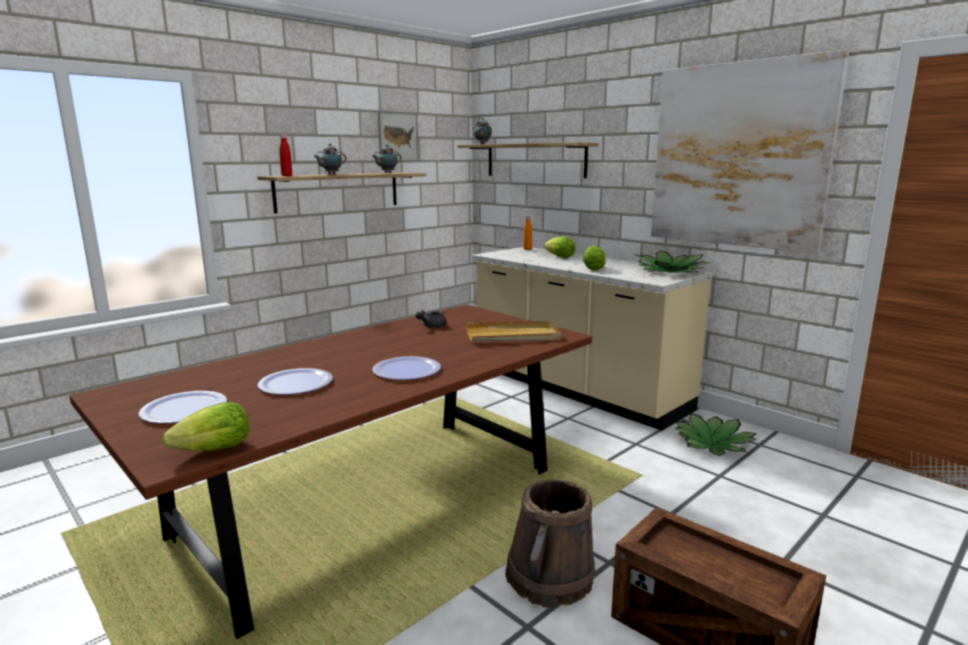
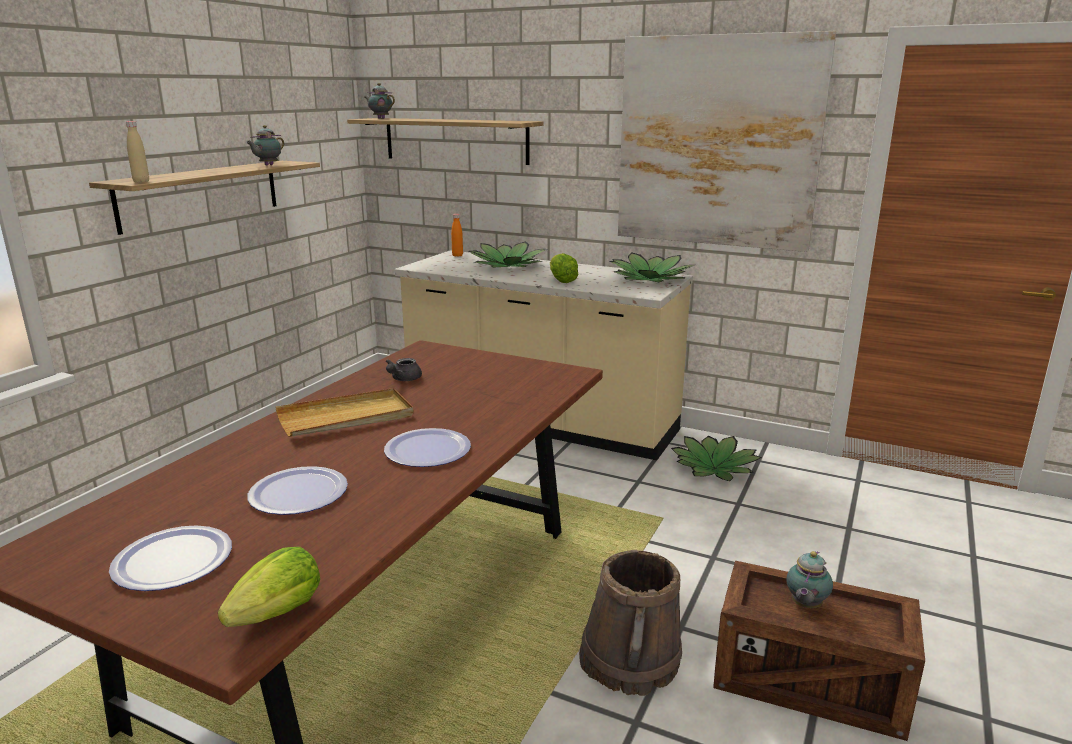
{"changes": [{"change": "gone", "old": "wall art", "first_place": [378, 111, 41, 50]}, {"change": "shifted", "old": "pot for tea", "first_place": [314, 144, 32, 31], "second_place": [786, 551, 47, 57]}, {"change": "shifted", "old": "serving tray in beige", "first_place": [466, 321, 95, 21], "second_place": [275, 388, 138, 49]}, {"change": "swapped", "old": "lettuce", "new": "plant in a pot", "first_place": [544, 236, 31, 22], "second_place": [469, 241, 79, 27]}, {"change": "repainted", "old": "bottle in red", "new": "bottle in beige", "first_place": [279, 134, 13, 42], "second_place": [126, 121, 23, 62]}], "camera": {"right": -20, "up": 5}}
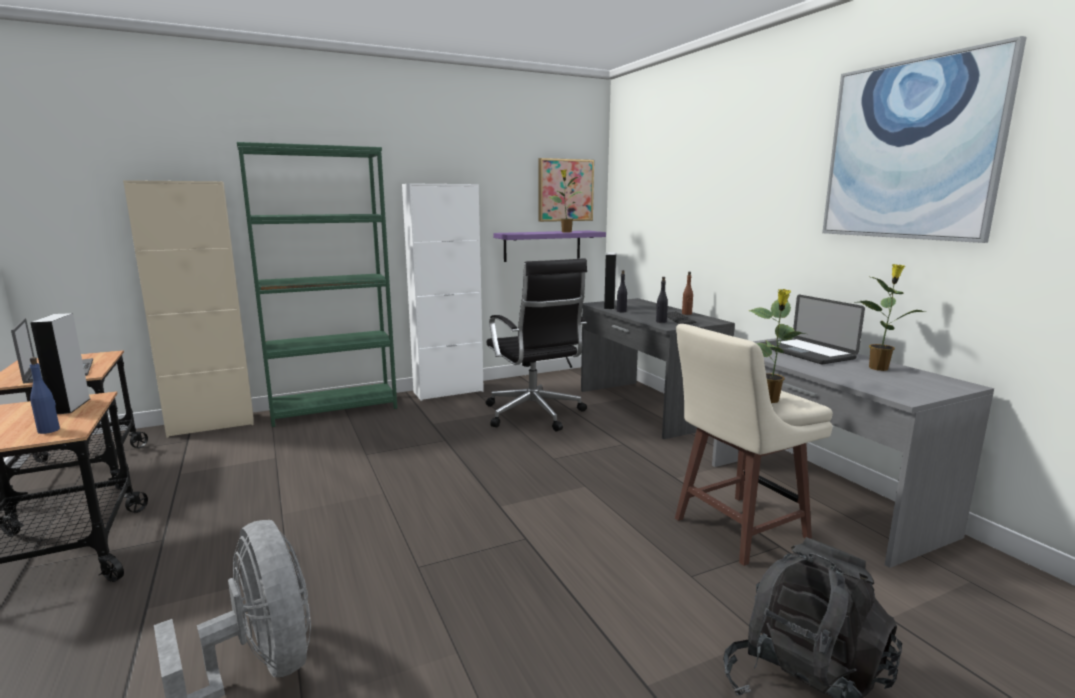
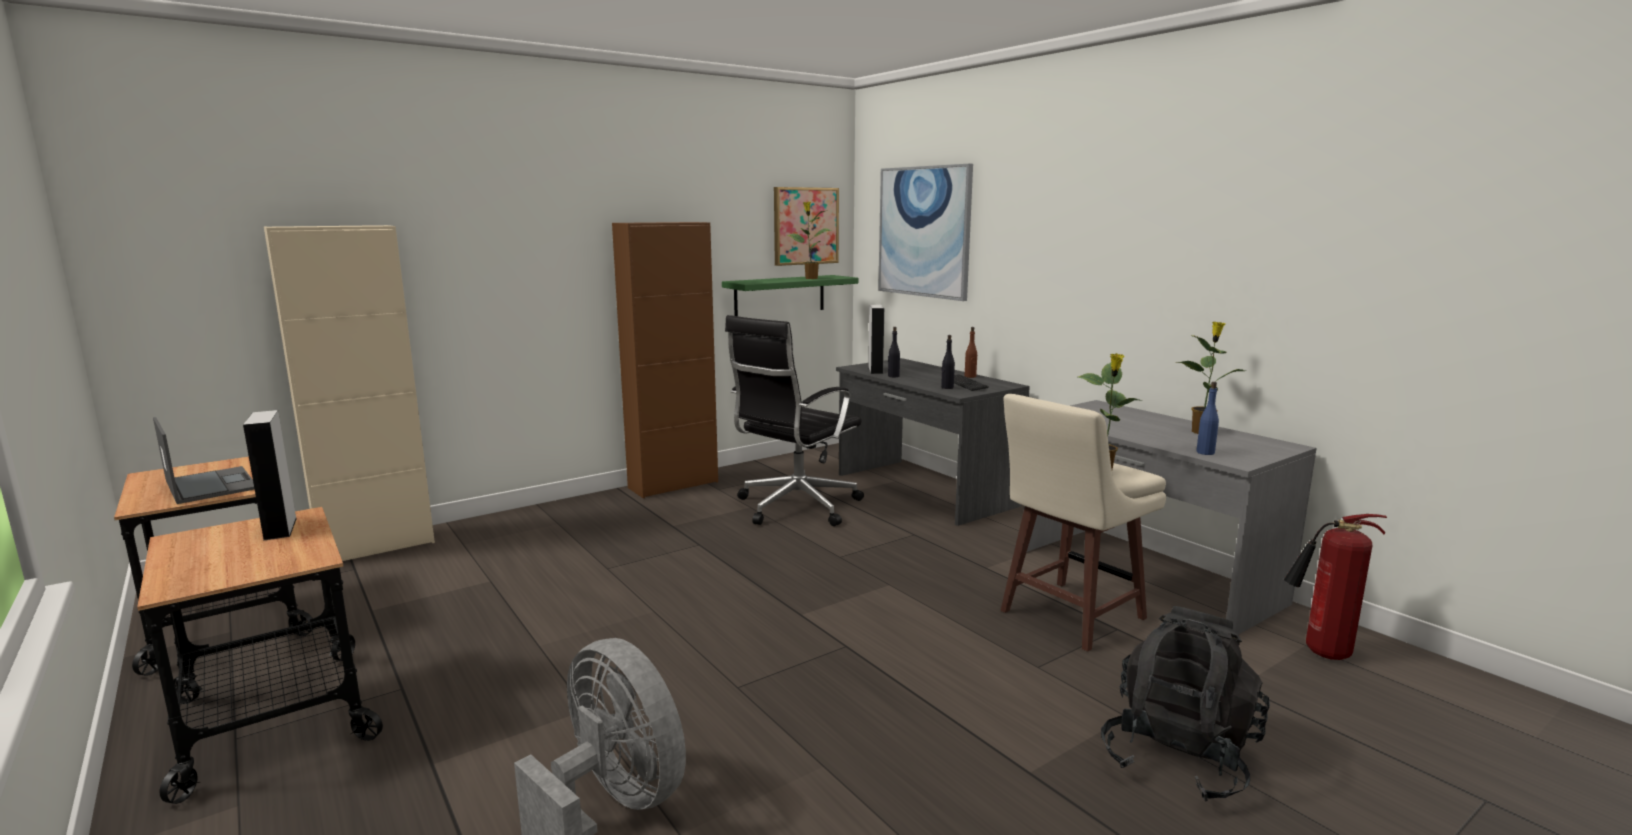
{"changes": [{"change": "gone", "old": "bookshelf in green-coloured", "first_place": [237, 142, 160, 285]}, {"change": "gone", "old": "laptop", "first_place": [760, 295, 105, 69]}, {"change": "new", "new": "fire-fighting cylinder", "second_place": [1284, 514, 103, 146]}, {"change": "shifted", "old": "bottle in blue", "first_place": [30, 357, 30, 77], "second_place": [1196, 382, 23, 73]}, {"change": "shifted", "old": "wall art", "first_place": [822, 36, 205, 207], "second_place": [878, 164, 95, 137]}, {"change": "repainted", "old": "cupboard in whitish", "new": "cupboard in brown-coloured", "first_place": [402, 183, 82, 218], "second_place": [612, 222, 106, 276]}, {"change": "repainted", "old": "bracket shelf in purple-coloured", "new": "bracket shelf in green-coloured", "first_place": [493, 231, 113, 31], "second_place": [722, 275, 136, 41]}, {"change": "rotated", "old": "computer chair in blackish", "first_place": [486, 258, 101, 174], "second_place": [725, 315, 139, 211], "degrees": 75}], "camera": {"right": -10, "up": 0}}
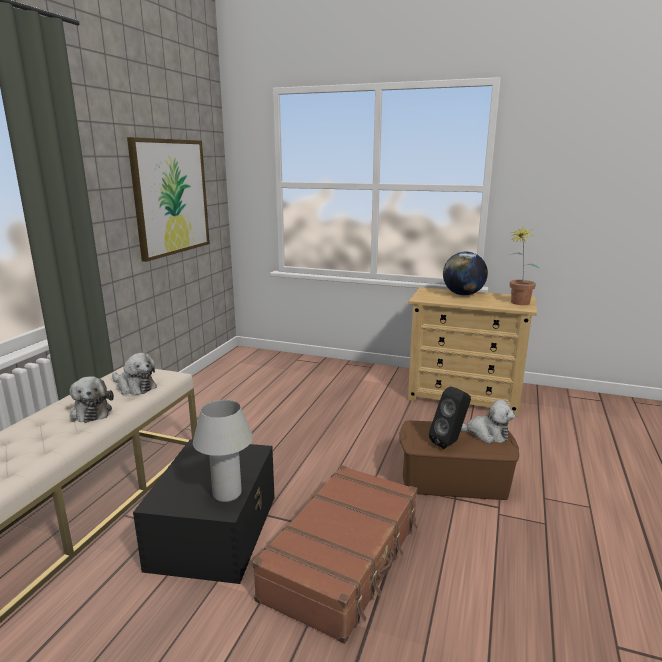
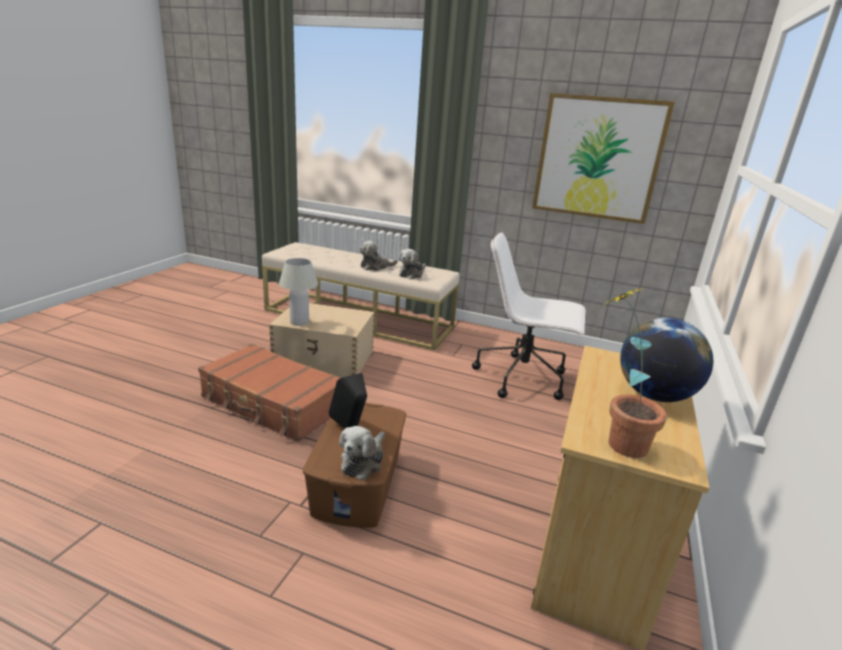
{"changes": [{"change": "new", "new": "computer chair in whitish", "second_place": [472, 232, 114, 168]}, {"change": "repainted", "old": "storage container in blackish", "new": "storage container in beige", "first_place": [133, 439, 142, 145], "second_place": [269, 303, 105, 75]}], "camera": {"right": 90, "up": 5}}
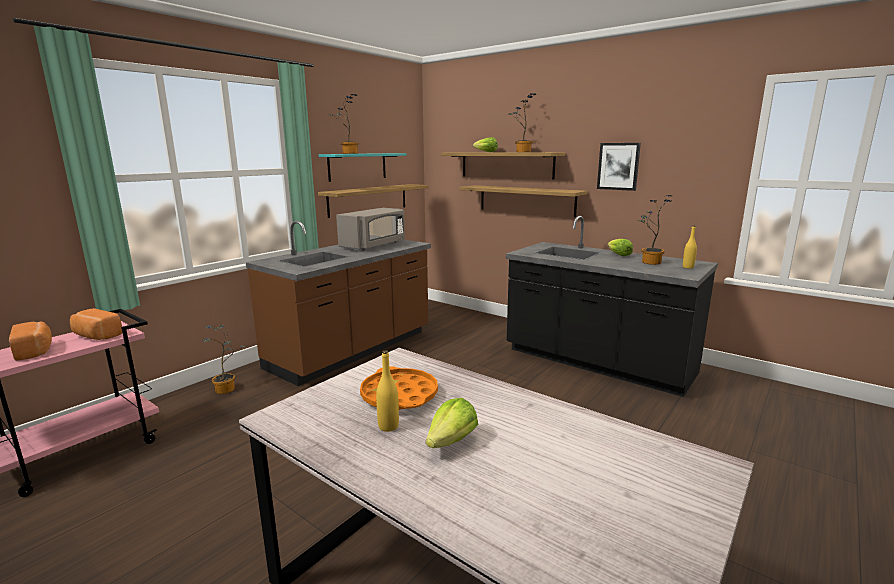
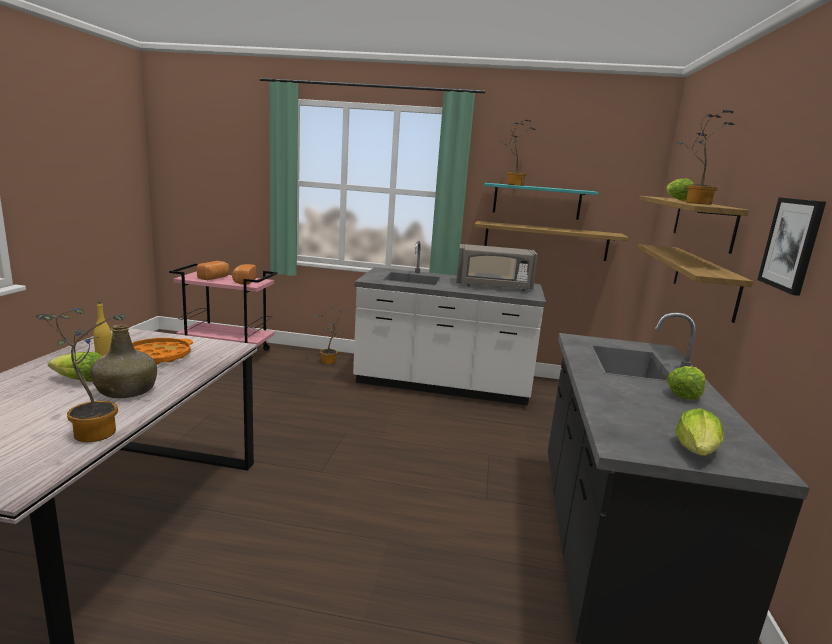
{"changes": [{"change": "new", "new": "bottle in green-coloured", "second_place": [90, 324, 67, 74]}, {"change": "shifted", "old": "plant in a pot", "first_place": [637, 195, 35, 70], "second_place": [35, 308, 92, 134]}, {"change": "swapped", "old": "bottle in yellow-coloured", "new": "lettuce", "first_place": [683, 225, 14, 44], "second_place": [675, 408, 49, 48]}, {"change": "repainted", "old": "counter in brown-coloured", "new": "counter in whitish", "first_place": [246, 221, 185, 165], "second_place": [353, 241, 193, 165]}], "camera": {"right": 60, "up": 0}}
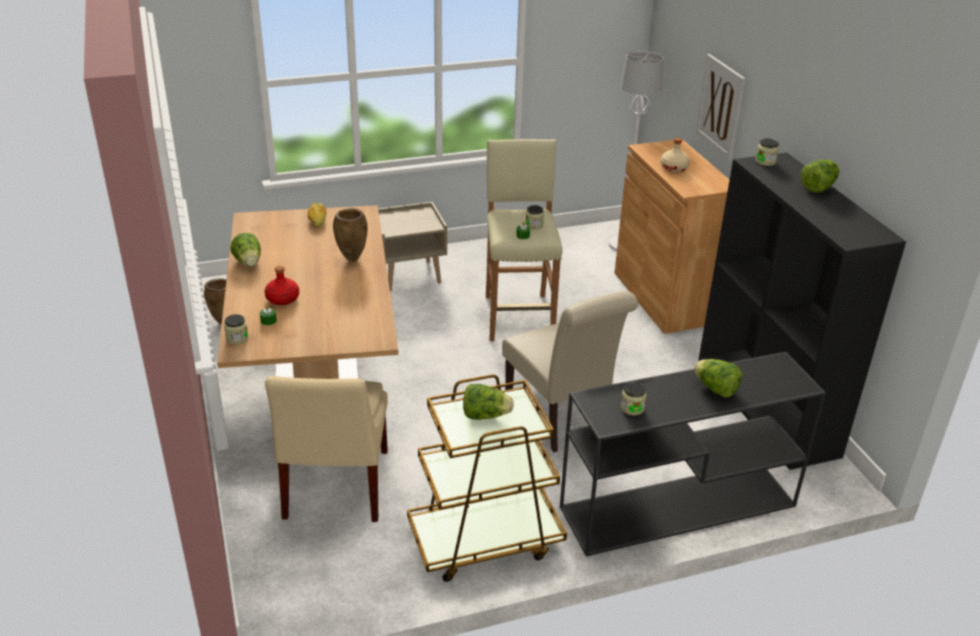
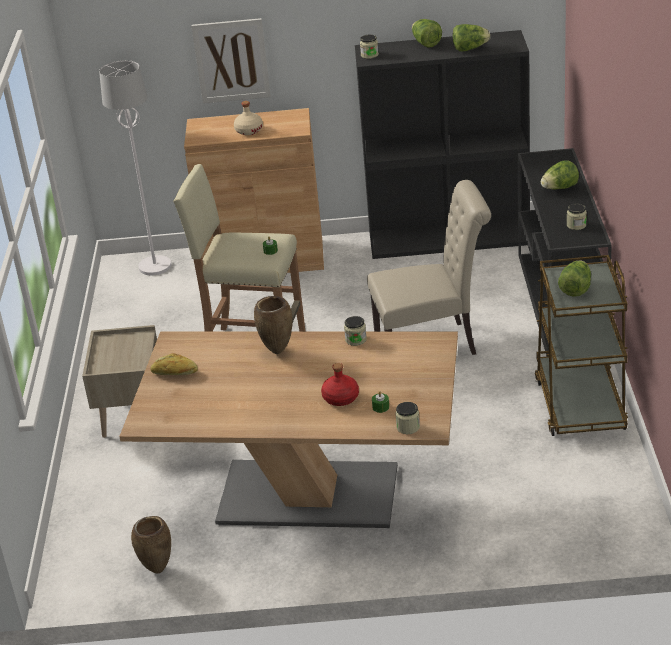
{"changes": [{"change": "gone", "old": "plain chair in beige", "first_place": [265, 376, 123, 146]}, {"change": "shifted", "old": "lettuce", "first_place": [230, 233, 31, 33], "second_place": [452, 24, 38, 27]}, {"change": "shifted", "old": "jar", "first_place": [525, 205, 19, 25], "second_place": [344, 316, 23, 30]}], "camera": {"right": -70, "up": 0}}
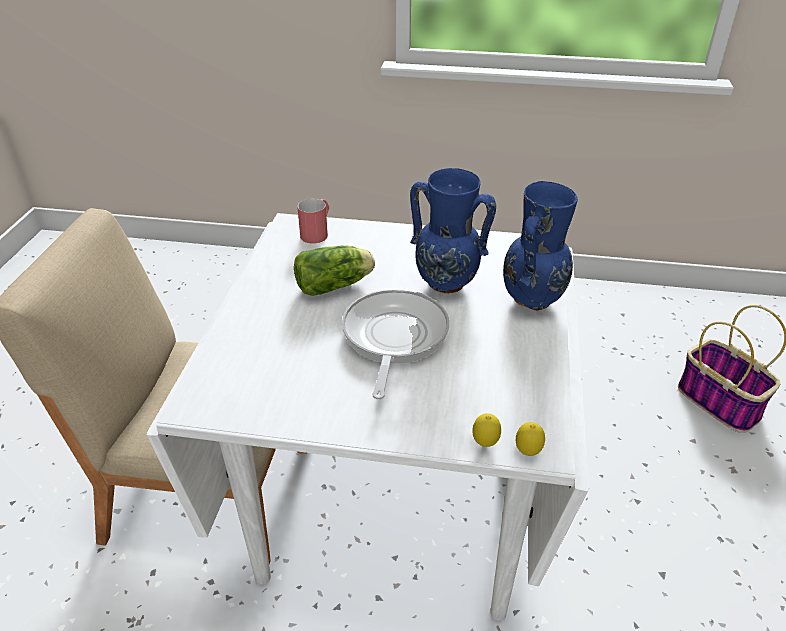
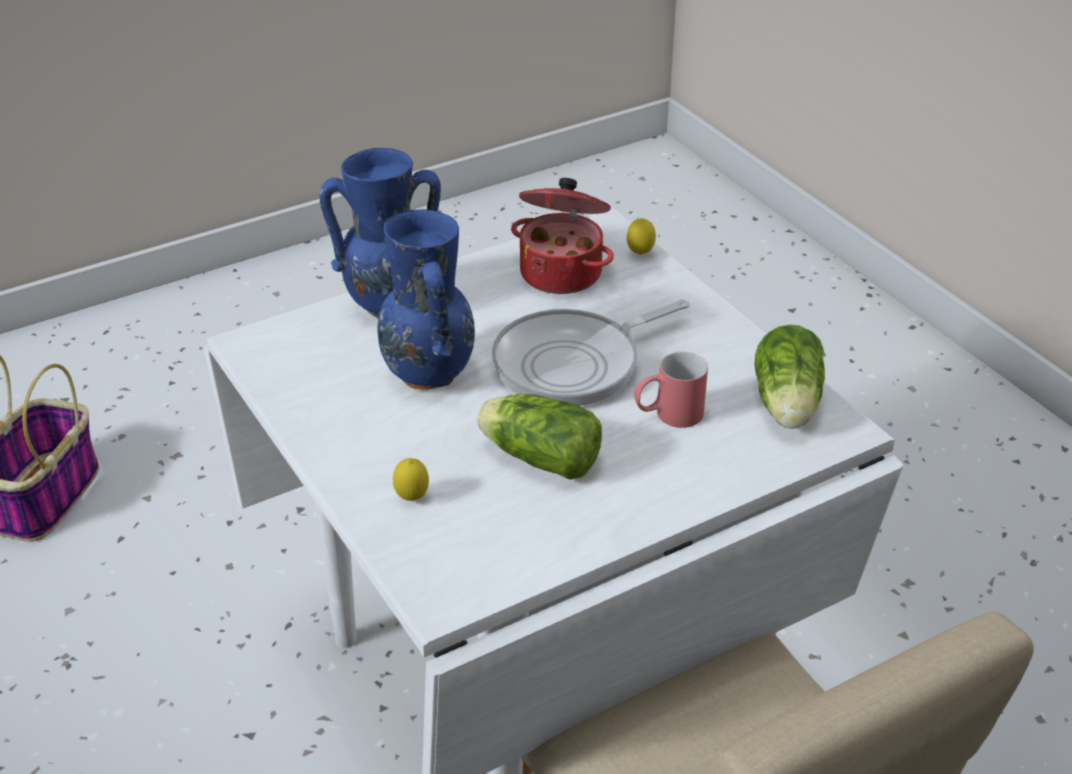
{"changes": [{"change": "new", "new": "stockpot", "second_place": [511, 178, 103, 116]}, {"change": "new", "new": "lettuce", "second_place": [755, 325, 70, 104]}, {"change": "shifted", "old": "tea mug in red", "first_place": [297, 199, 32, 45], "second_place": [634, 352, 74, 76]}, {"change": "shifted", "old": "lemon", "first_place": [516, 422, 29, 34], "second_place": [393, 458, 36, 43]}], "camera": {"right": -130, "up": 0}}
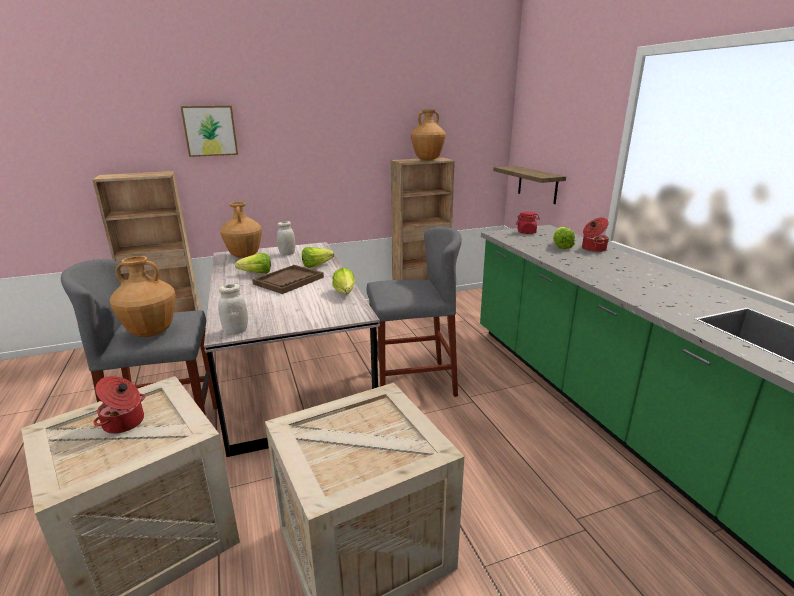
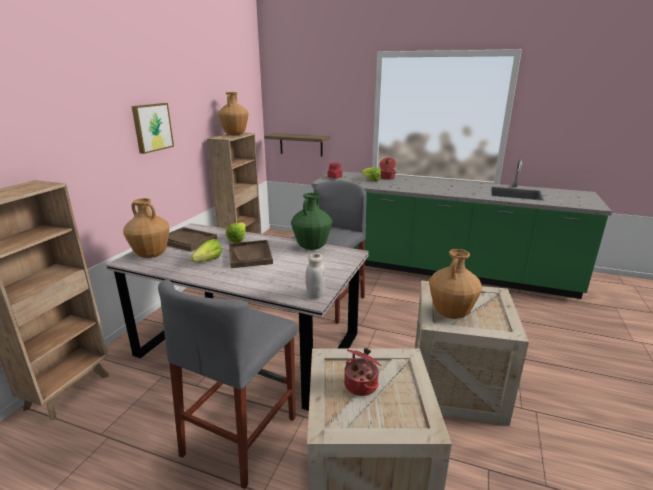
{"changes": [{"change": "shifted", "old": "decorative vase in brown-coloured", "first_place": [110, 256, 66, 81], "second_place": [429, 249, 53, 70]}, {"change": "shifted", "old": "wall art", "first_place": [180, 106, 58, 51], "second_place": [132, 103, 42, 51]}, {"change": "swapped", "old": "jar in whitish", "new": "serving tray in brown-coloured", "first_place": [277, 221, 18, 35], "second_place": [167, 227, 50, 25]}, {"change": "swapped", "old": "lettuce", "new": "decorative vase in green-coloured", "first_place": [332, 268, 23, 26], "second_place": [291, 193, 41, 57]}], "camera": {"right": -50, "up": 0}}
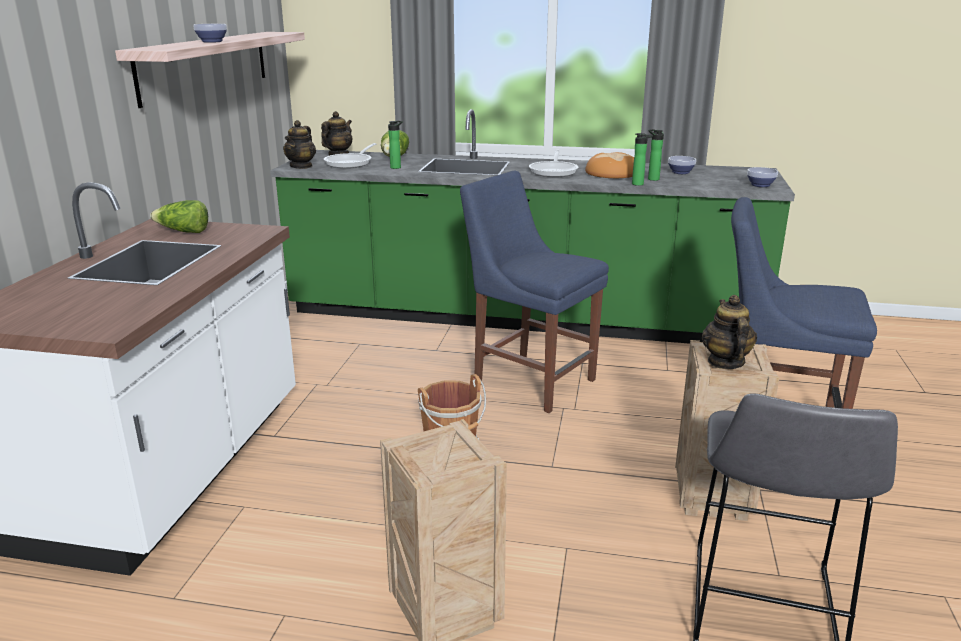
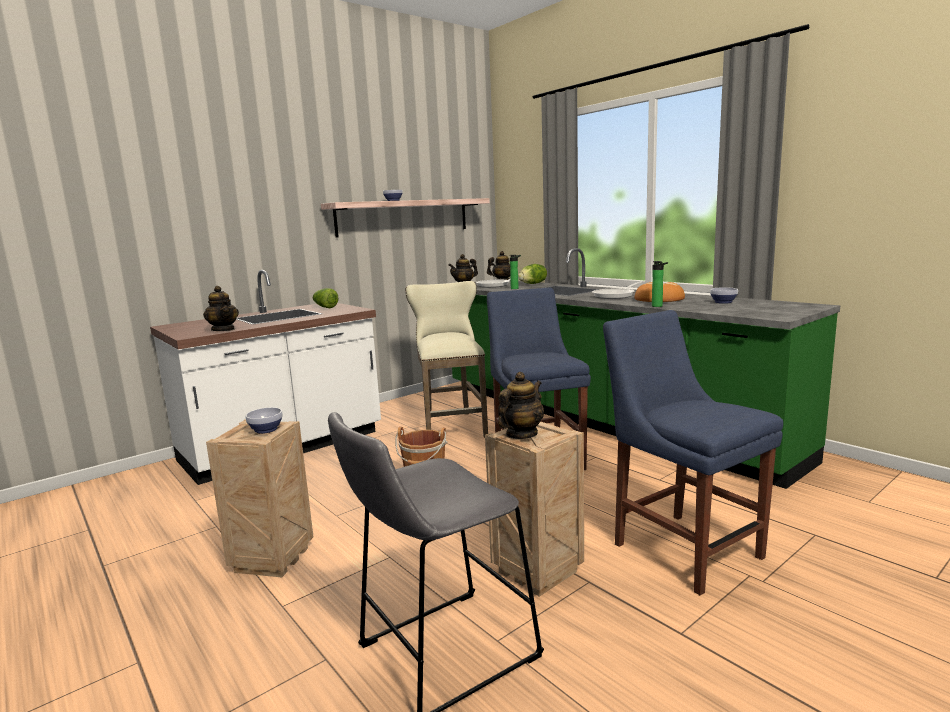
{"changes": [{"change": "gone", "old": "bottle", "first_place": [648, 129, 16, 52]}, {"change": "new", "new": "pot for tea", "second_place": [203, 286, 36, 45]}, {"change": "new", "new": "sitting stool in beige", "second_place": [405, 281, 83, 157]}, {"change": "shifted", "old": "bowl", "first_place": [747, 167, 31, 20], "second_place": [246, 407, 37, 27]}], "camera": {"right": 40, "up": -10}}
